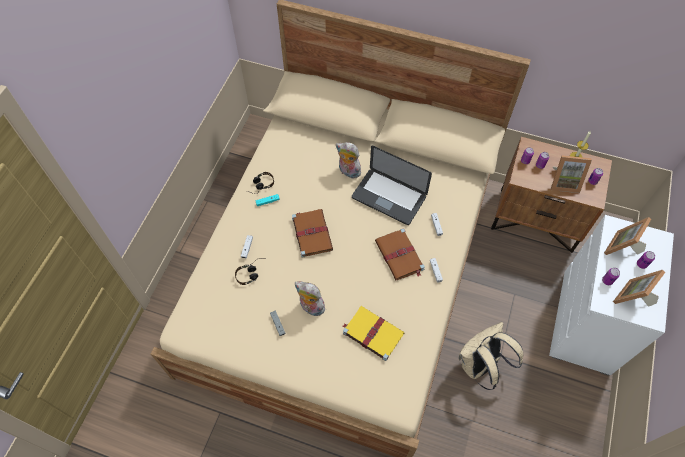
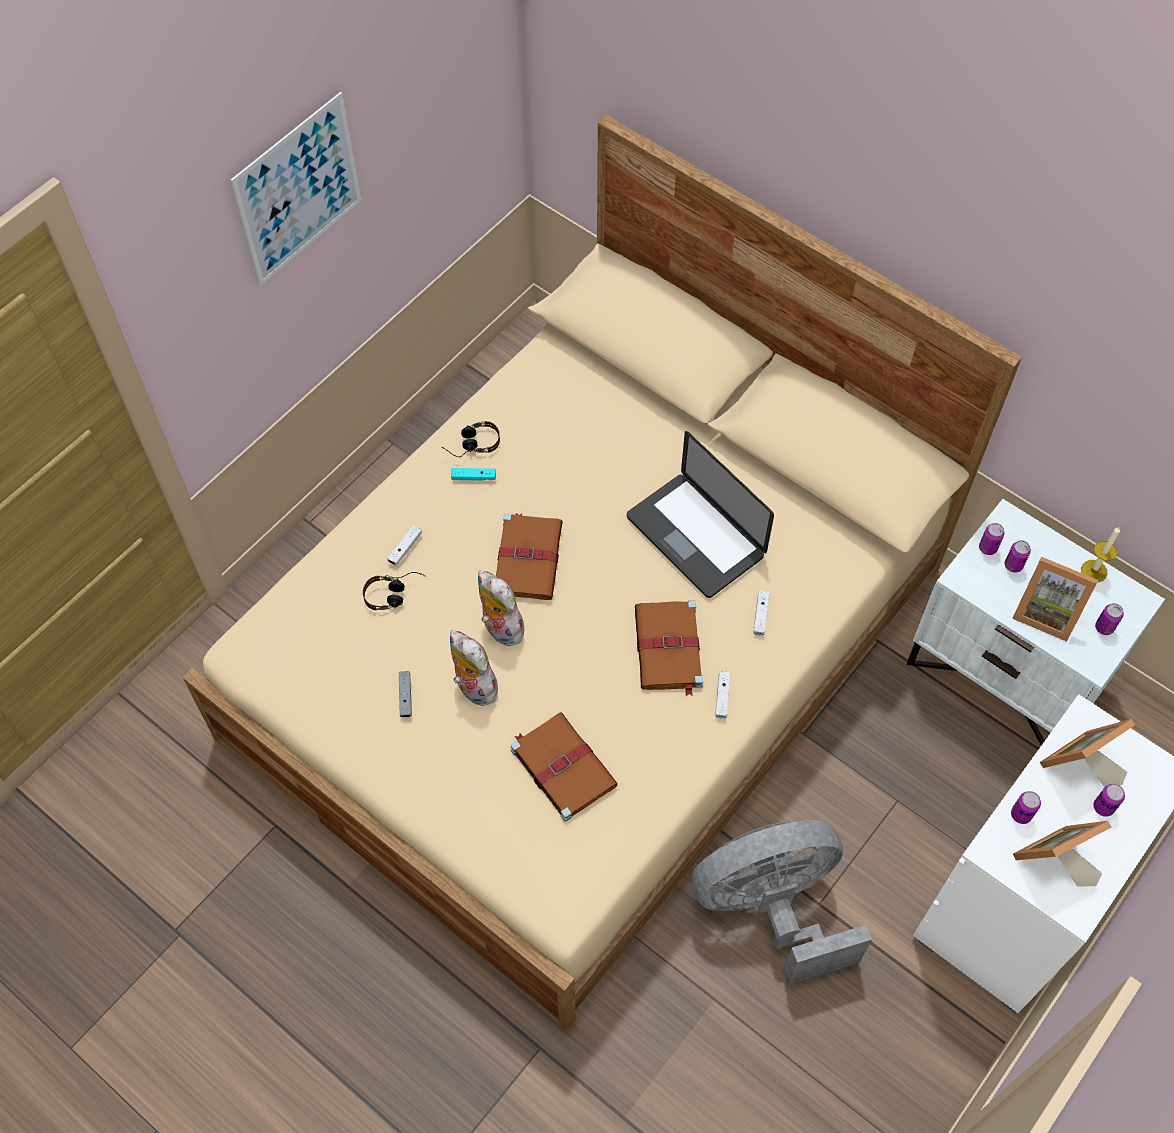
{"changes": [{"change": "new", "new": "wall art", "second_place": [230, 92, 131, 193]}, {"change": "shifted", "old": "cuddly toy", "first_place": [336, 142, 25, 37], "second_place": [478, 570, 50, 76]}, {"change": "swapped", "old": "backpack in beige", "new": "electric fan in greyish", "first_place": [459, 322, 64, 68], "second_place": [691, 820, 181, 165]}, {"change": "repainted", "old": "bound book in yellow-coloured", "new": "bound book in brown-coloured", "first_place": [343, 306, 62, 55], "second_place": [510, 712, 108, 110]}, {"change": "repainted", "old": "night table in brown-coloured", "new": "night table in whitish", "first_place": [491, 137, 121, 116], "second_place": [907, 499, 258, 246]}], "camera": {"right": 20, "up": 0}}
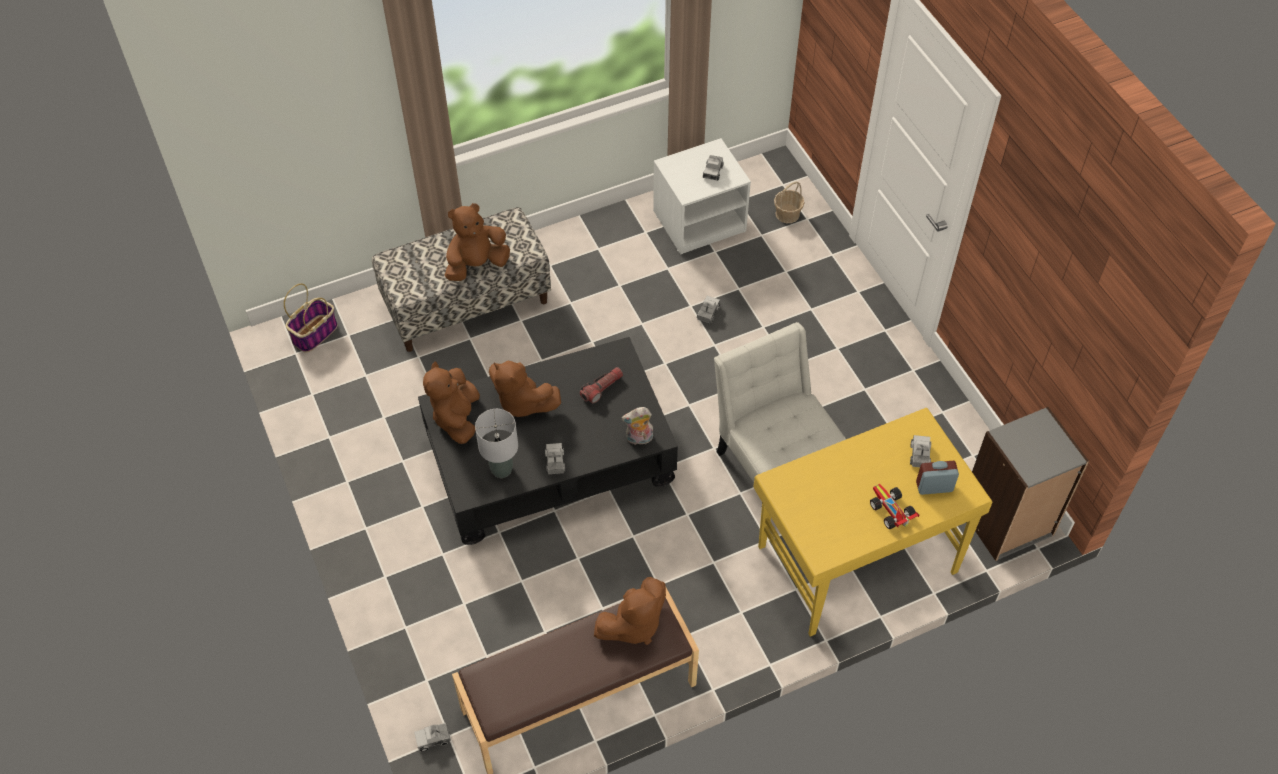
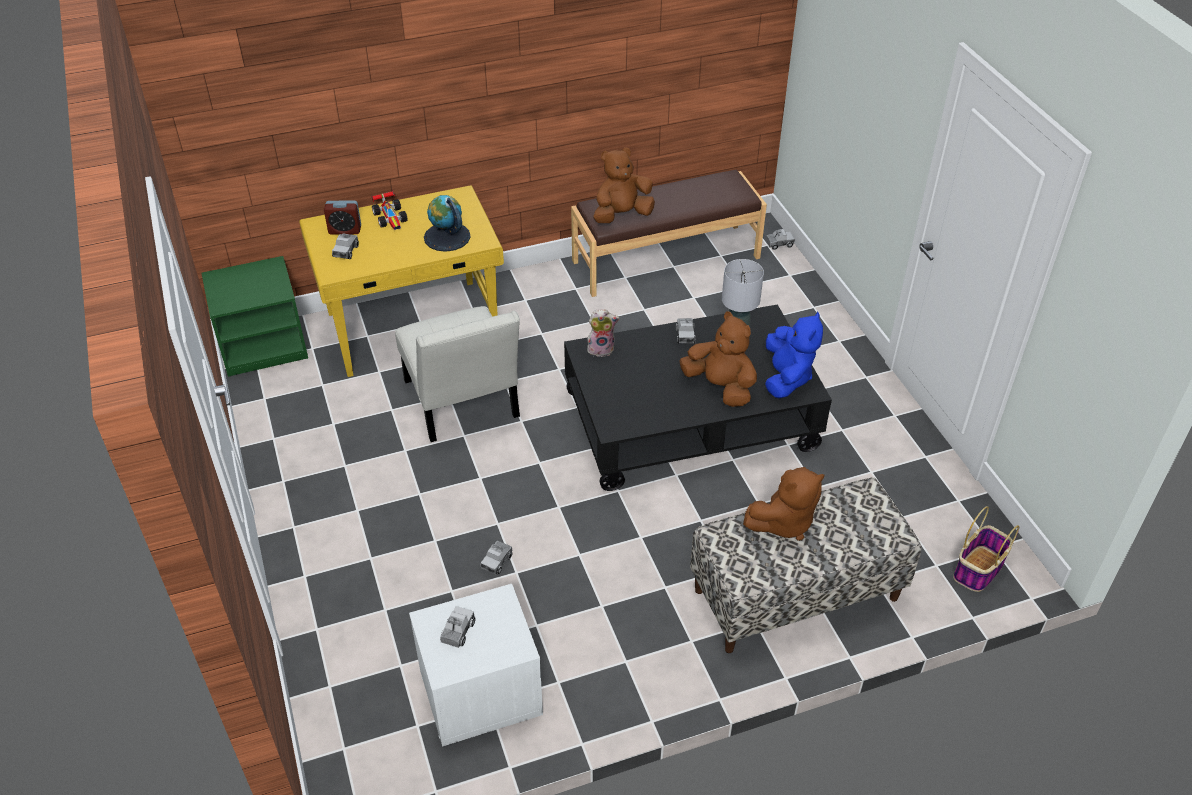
{"changes": [{"change": "gone", "old": "torch", "first_place": [580, 367, 43, 37]}, {"change": "gone", "old": "storage basket", "first_place": [774, 181, 30, 42]}, {"change": "new", "new": "globe", "second_place": [424, 195, 47, 57]}, {"change": "swapped", "old": "bookshelf in greyish", "new": "night table in green-coloured", "first_place": [972, 407, 117, 154], "second_place": [202, 256, 106, 121]}, {"change": "repainted", "old": "cuddly toy in brown-coloured", "new": "cuddly toy in blue", "first_place": [423, 362, 57, 82], "second_place": [765, 312, 58, 87]}], "camera": {"right": -175, "up": -10}}
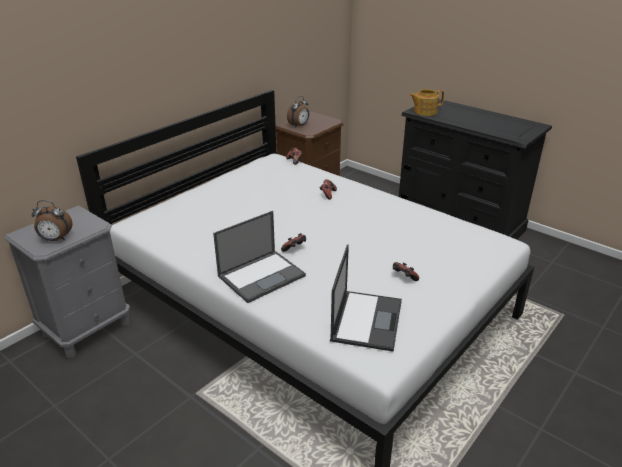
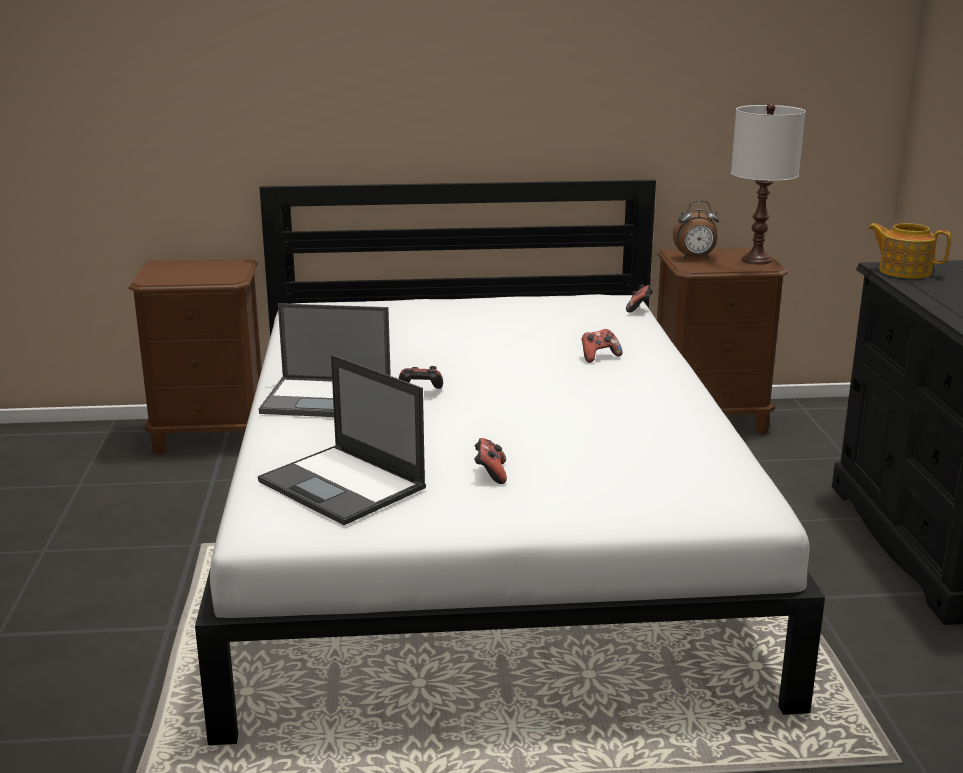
{"changes": [{"change": "gone", "old": "bedside clock", "first_place": [32, 200, 41, 41]}, {"change": "new", "new": "tabletop lamp in whitish", "second_place": [731, 103, 75, 162]}, {"change": "repainted", "old": "night table in greyish", "new": "night table in brown-coloured", "first_place": [4, 205, 126, 153], "second_place": [129, 259, 133, 196]}, {"change": "rotated", "old": "laptop", "first_place": [330, 245, 72, 107], "second_place": [258, 355, 168, 170], "degrees": 75}], "camera": {"right": 45, "up": -10}}
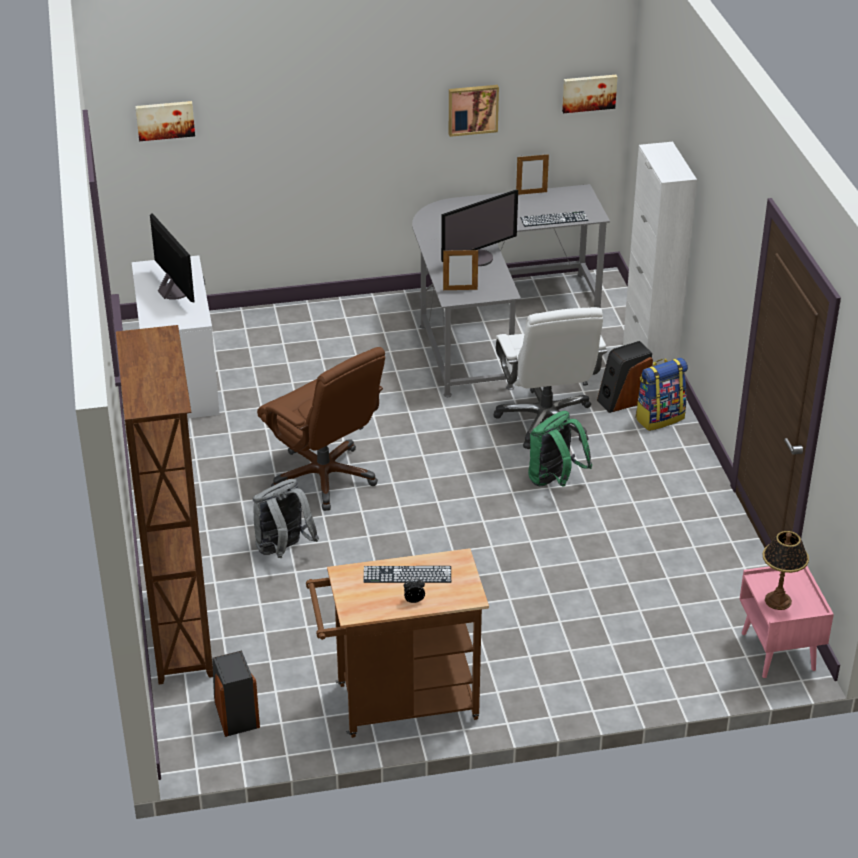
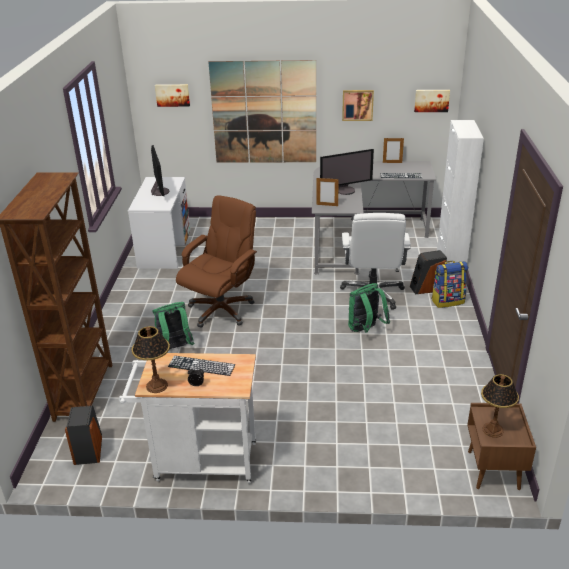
{"changes": [{"change": "new", "new": "tabletop lamp", "second_place": [132, 326, 38, 67]}, {"change": "new", "new": "wall art", "second_place": [208, 60, 108, 102]}, {"change": "repainted", "old": "backpack in greyish", "new": "backpack in green-coloured", "first_place": [253, 479, 66, 79], "second_place": [153, 302, 41, 47]}, {"change": "repainted", "old": "trolley in brown-coloured", "new": "trolley in whitish", "first_place": [306, 548, 183, 190], "second_place": [119, 353, 137, 130]}, {"change": "repainted", "old": "night table in pink-coloured", "new": "night table in brown-coloured", "first_place": [739, 566, 95, 112], "second_place": [467, 403, 69, 87]}, {"change": "rotated", "old": "computer chair in brown-coloured", "first_place": [257, 347, 128, 164], "second_place": [176, 195, 81, 133], "degrees": -120}], "camera": {"right": 15, "up": -5}}
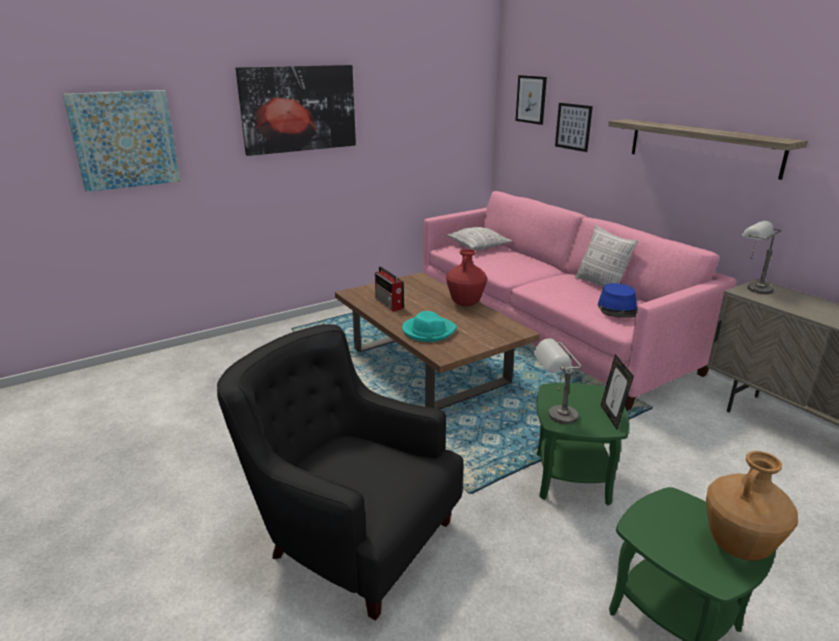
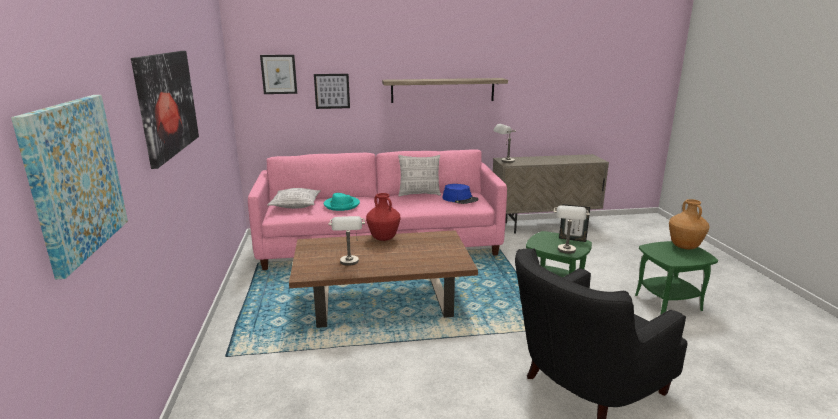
{"changes": [{"change": "shifted", "old": "hat in turquoise-coloured", "first_place": [402, 311, 55, 31], "second_place": [324, 193, 36, 18]}, {"change": "swapped", "old": "radio", "new": "tabletop lamp in greyish", "first_place": [375, 266, 29, 45], "second_place": [328, 216, 37, 50]}], "camera": {"right": -65, "up": -5}}
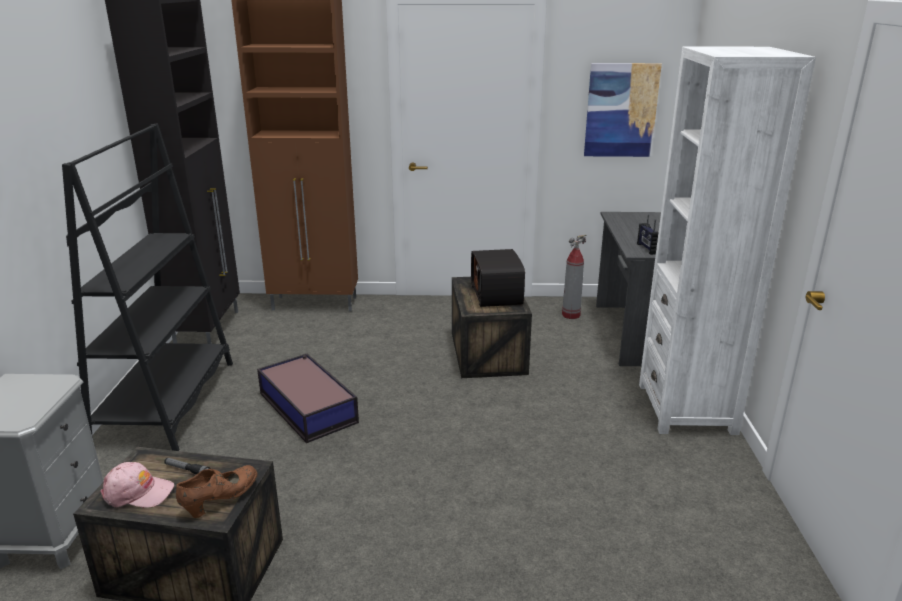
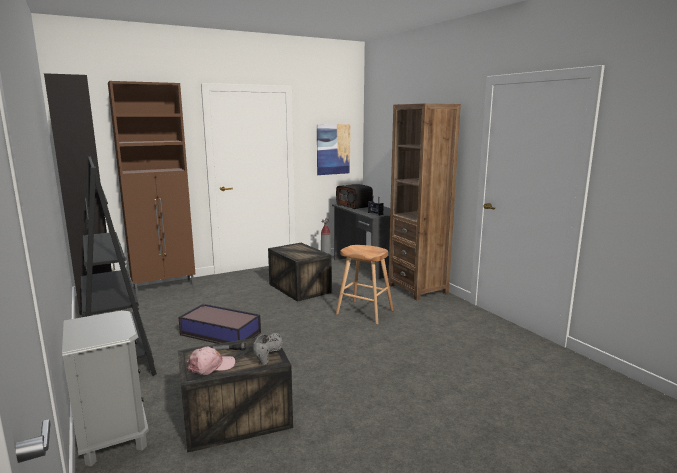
{"changes": [{"change": "new", "new": "sitting stool in brown-coloured", "second_place": [336, 245, 58, 79]}, {"change": "shifted", "old": "radio", "first_place": [471, 249, 54, 58], "second_place": [336, 184, 37, 25]}, {"change": "repainted", "old": "shoe in brown-coloured", "new": "shoe in greyish", "first_place": [176, 465, 82, 53], "second_place": [253, 333, 29, 32]}, {"change": "repainted", "old": "bookshelf in whitish", "new": "bookshelf in brown-coloured", "first_place": [639, 46, 177, 389], "second_place": [388, 103, 73, 198]}], "camera": {"right": -30, "up": -10}}
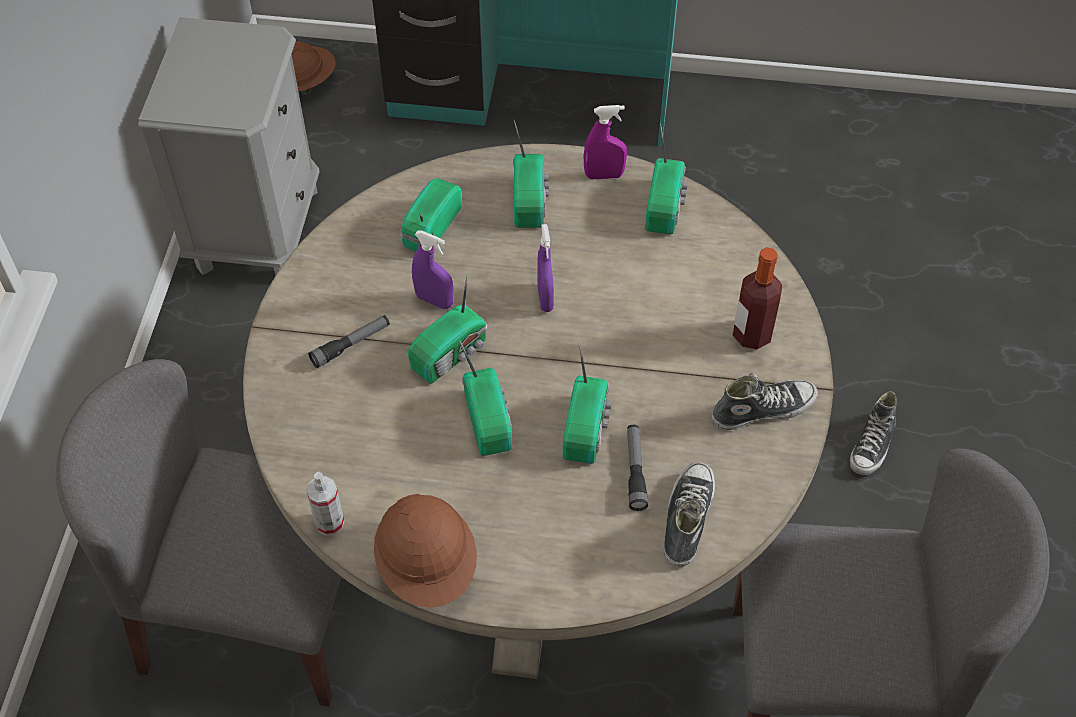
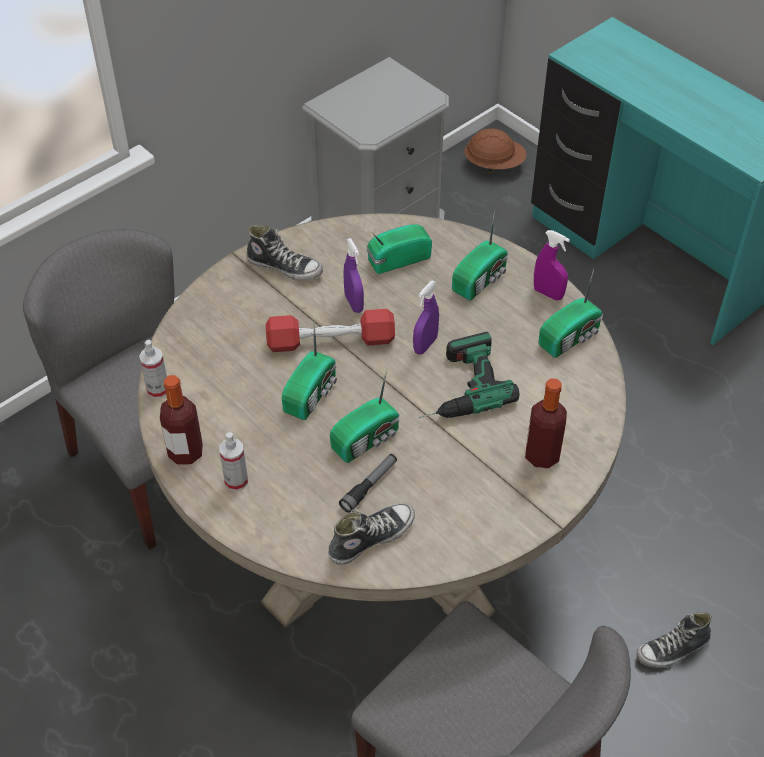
{"changes": [{"change": "gone", "old": "torch", "first_place": [308, 315, 82, 53]}, {"change": "new", "new": "hand sprayer", "second_place": [219, 432, 29, 59]}, {"change": "new", "new": "power drill", "second_place": [419, 332, 100, 86]}, {"change": "shifted", "old": "shoe", "first_place": [712, 373, 106, 57], "second_place": [247, 225, 76, 56]}, {"change": "swapped", "old": "hard hat in brown-coloured", "new": "bottle", "first_place": [374, 494, 103, 114], "second_place": [160, 375, 43, 90]}, {"change": "swapped", "old": "radio", "new": "dumbbell in red", "first_place": [408, 271, 79, 113], "second_place": [266, 309, 129, 43]}], "camera": {"right": 40, "up": -5}}
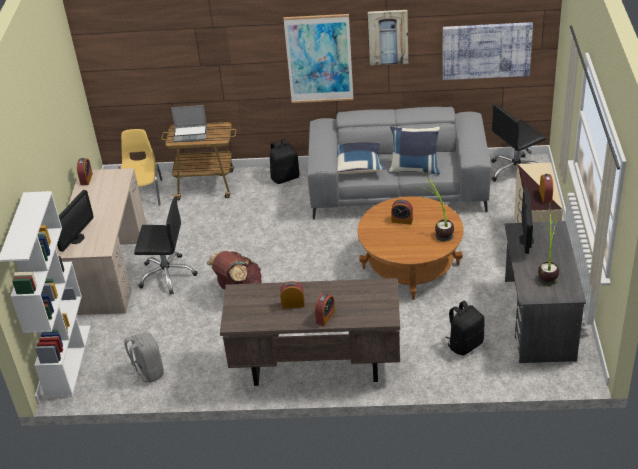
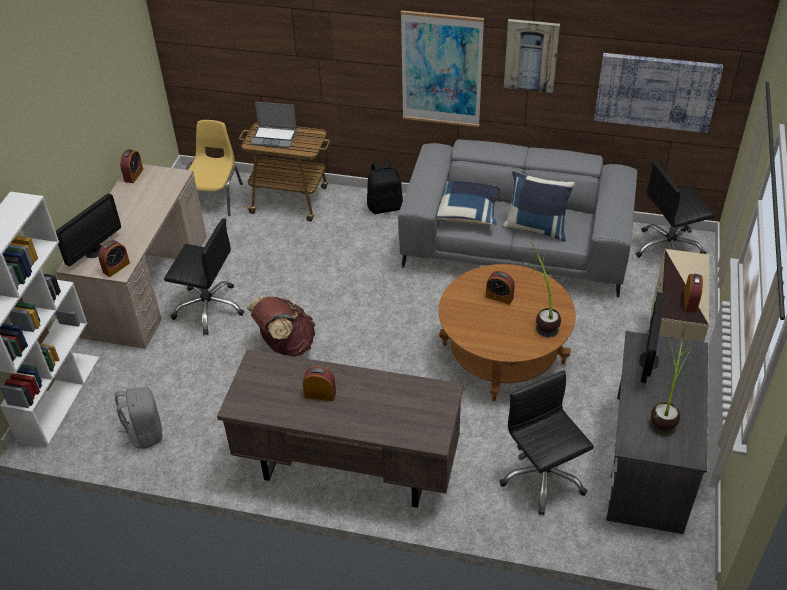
{"changes": [{"change": "shifted", "old": "bedside clock", "first_place": [315, 293, 20, 33], "second_place": [98, 240, 32, 37]}, {"change": "swapped", "old": "backpack in blackish", "new": "computer chair in blackish", "first_place": [445, 300, 40, 55], "second_place": [500, 370, 94, 145]}], "camera": {"right": 10, "up": 5}}
